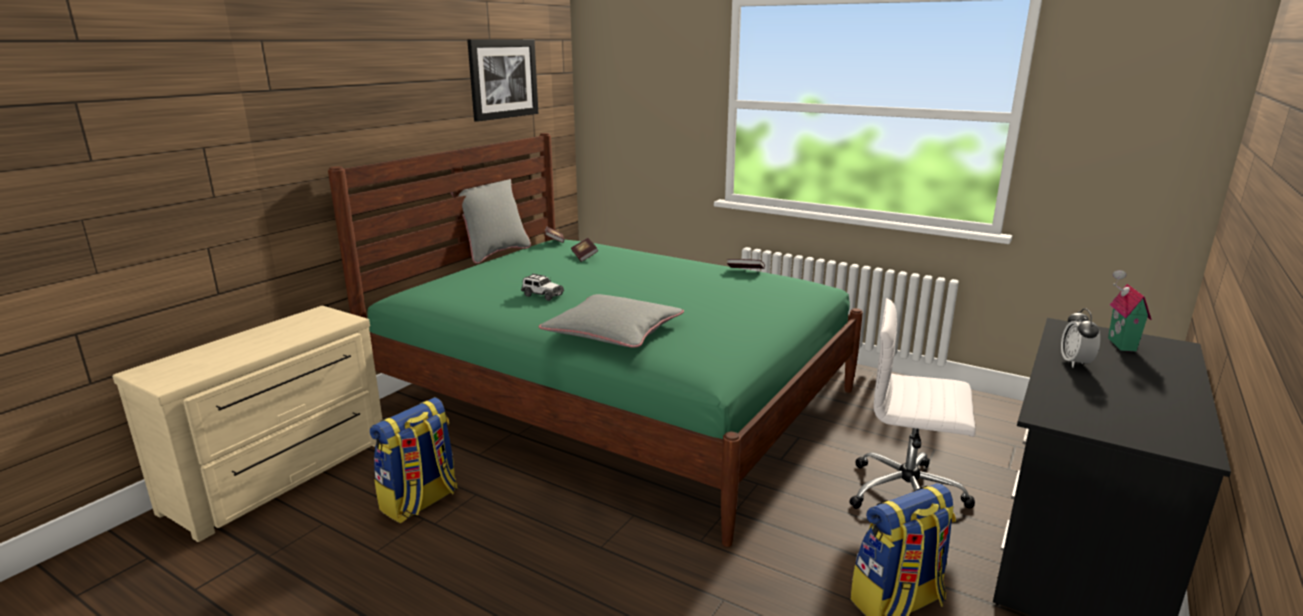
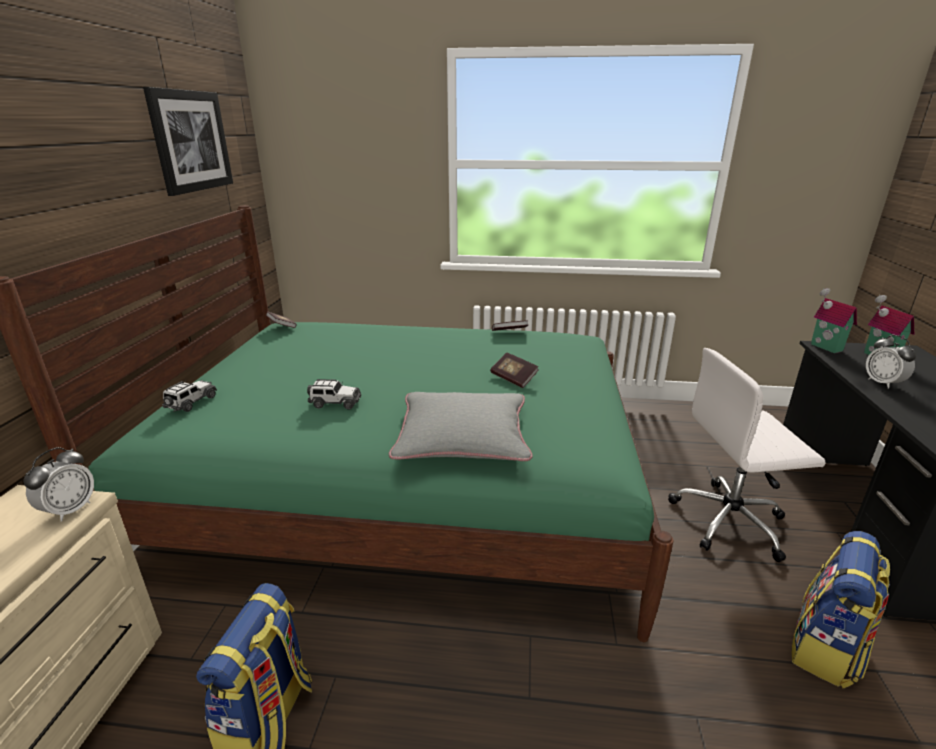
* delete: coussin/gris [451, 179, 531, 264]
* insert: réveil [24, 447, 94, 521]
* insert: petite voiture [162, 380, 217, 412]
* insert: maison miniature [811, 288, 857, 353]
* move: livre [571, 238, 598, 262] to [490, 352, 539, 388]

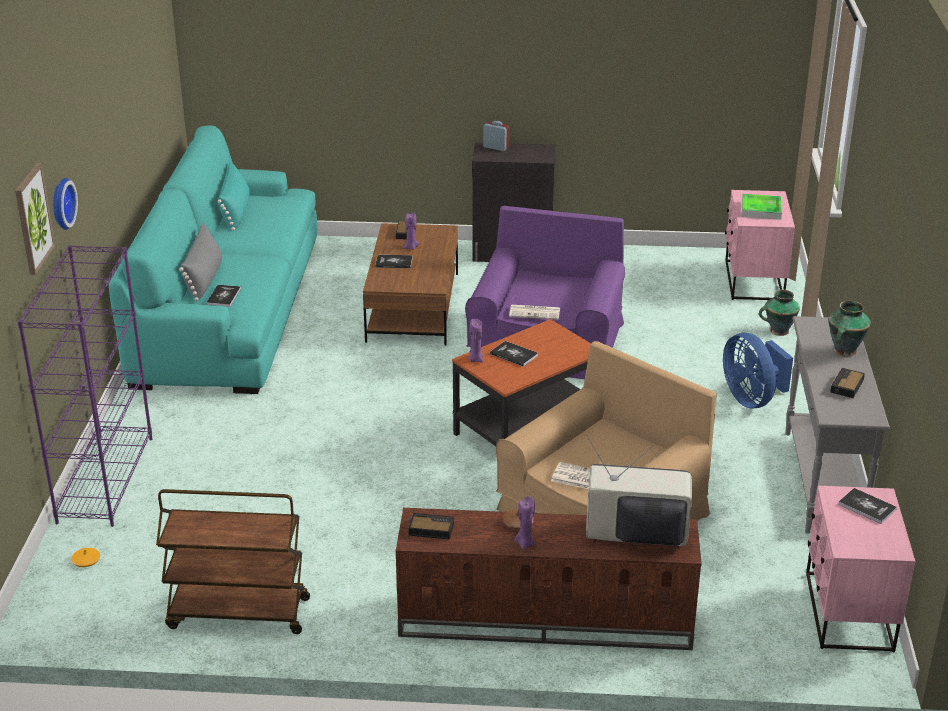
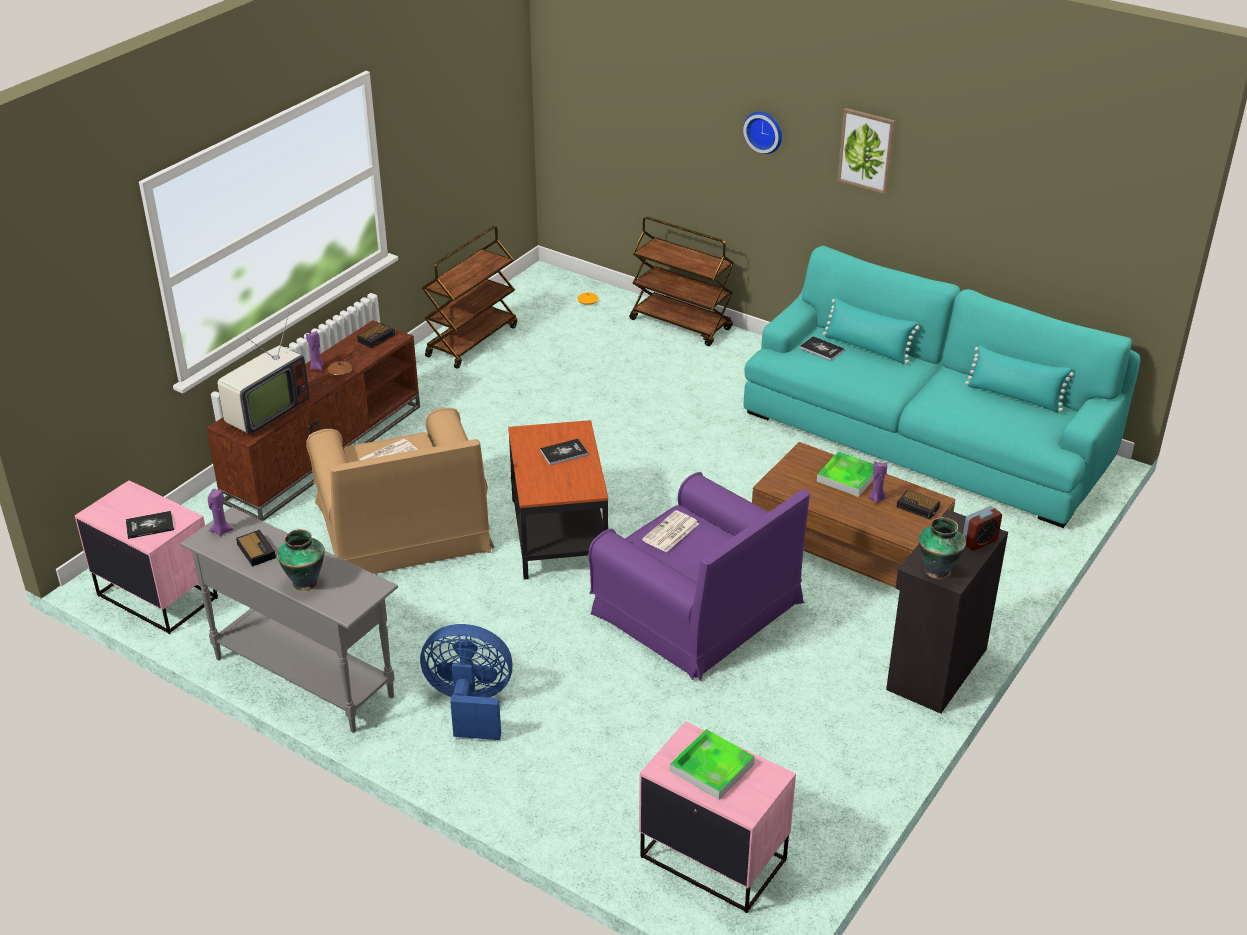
* move: tableau [15, 163, 56, 275] to [837, 108, 895, 194]
* move: bougie/violet [469, 319, 483, 362] to [208, 489, 234, 536]
* move: vase [759, 290, 800, 336] to [919, 517, 966, 579]
* replace: bibliothèque/violet [17, 245, 153, 527] to chariot/marron [629, 217, 734, 346]
* replace: livre [375, 255, 413, 268] to plateau [817, 451, 874, 497]
* recolor: coussin/gris [179, 223, 222, 301] to coussin/turquoise [822, 298, 919, 364]

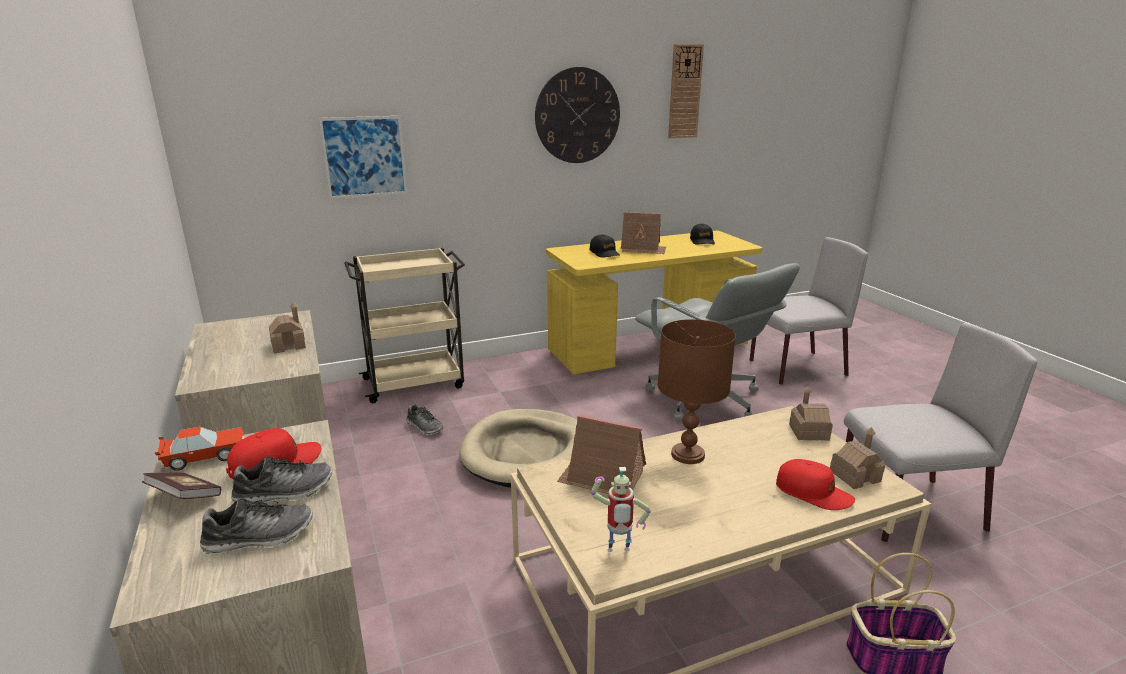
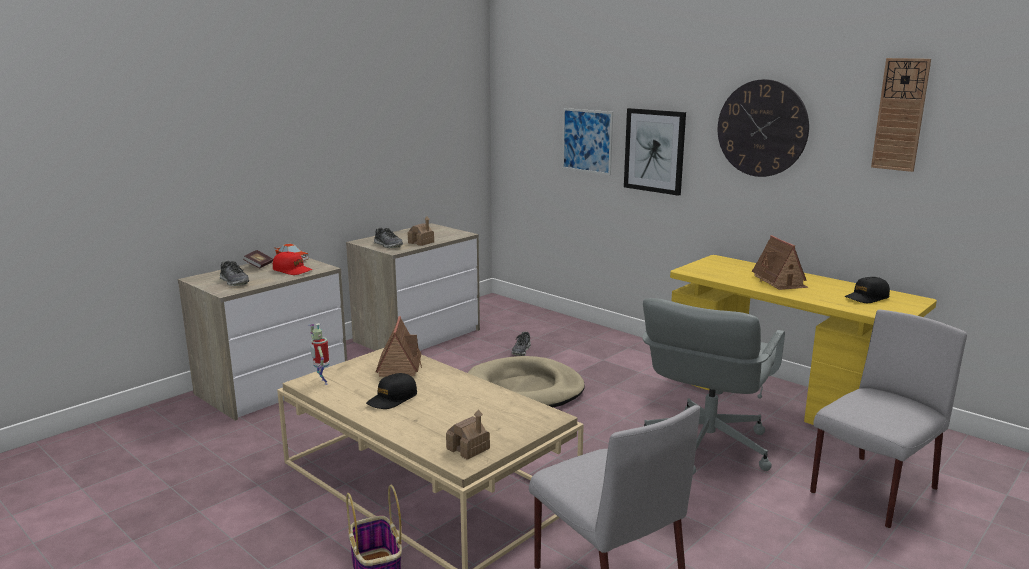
* delete: chariot/beige [344, 248, 465, 403]
* delete: lampe de table/marron [658, 319, 736, 464]
* delete: casquette/rouge [776, 459, 855, 510]
* delete: maison miniature [789, 386, 833, 441]
* insert: tableau [624, 108, 686, 196]
* move: chaussure [231, 457, 332, 504] to [374, 228, 403, 248]
* move: casquette/noir [590, 235, 620, 258] to [366, 373, 417, 409]
* rotate: chaise/gris [750, 237, 868, 385] = [810, 310, 967, 528] 90 degrees counterclockwise

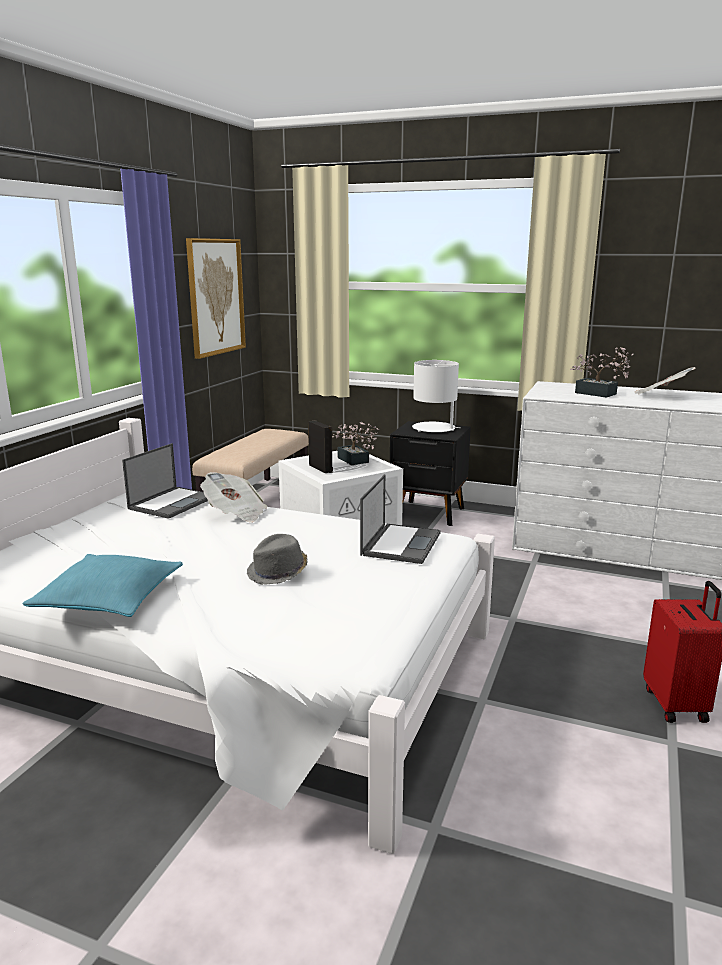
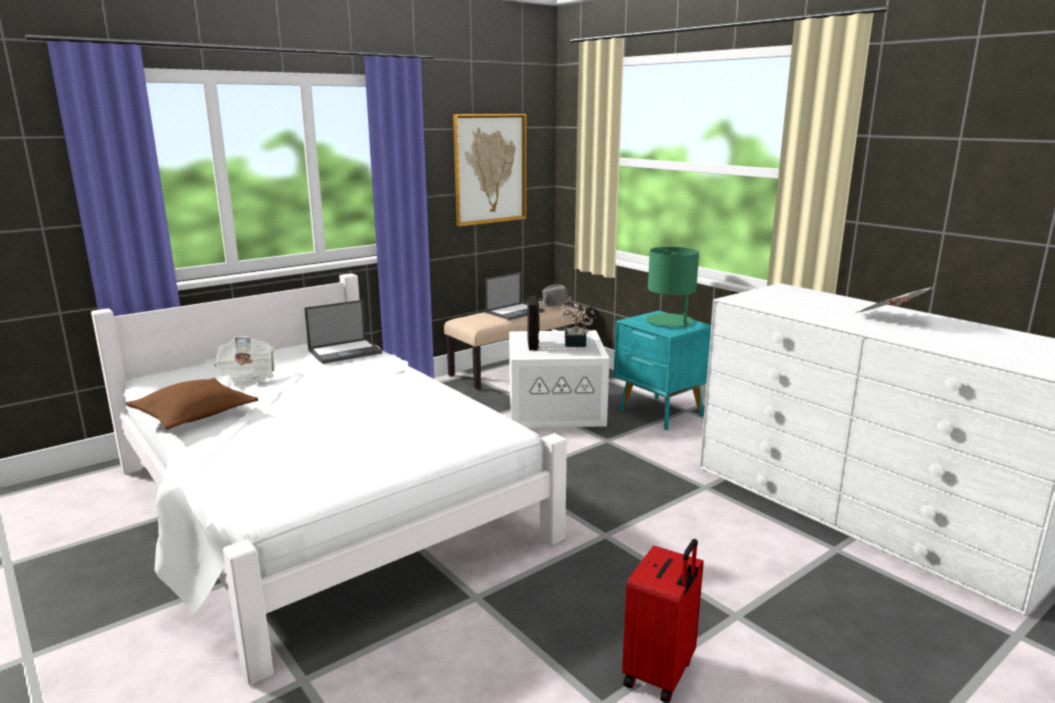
* delete: plante en pot [570, 347, 634, 398]
* move: journal [200, 472, 268, 522] to [214, 336, 275, 388]
* move: chapeau/gris [247, 534, 308, 585] to [540, 284, 571, 307]
* move: ordinateur portable [360, 474, 441, 564] to [485, 272, 545, 320]
* recolor: coussin/turquoise [22, 554, 183, 617] to coussin/marron [126, 378, 259, 429]
* recolor: table de chevet/noir [390, 421, 471, 526] to table de chevet/turquoise [614, 311, 711, 430]
* recolor: lampe de table/blanc [412, 360, 461, 432] to lampe de table/vert [646, 247, 699, 327]

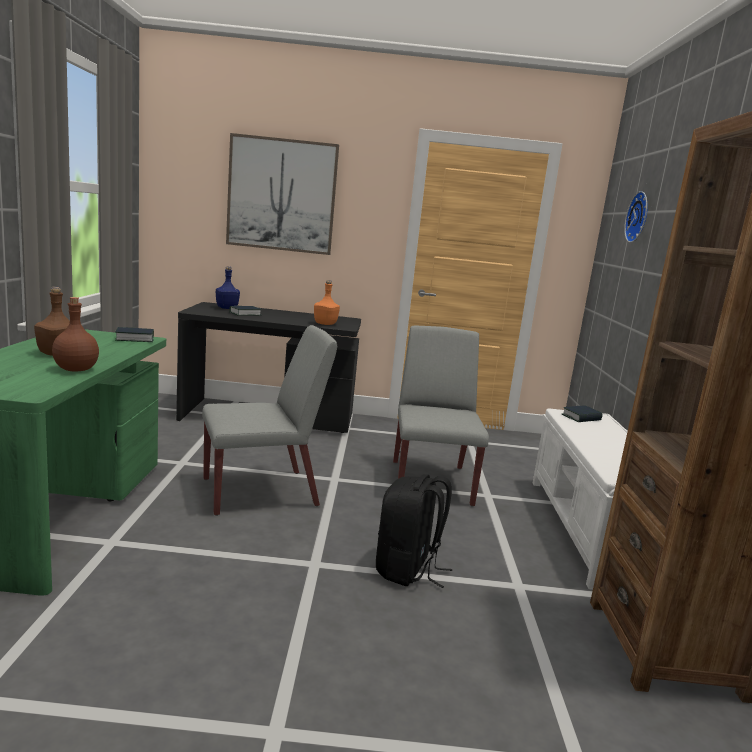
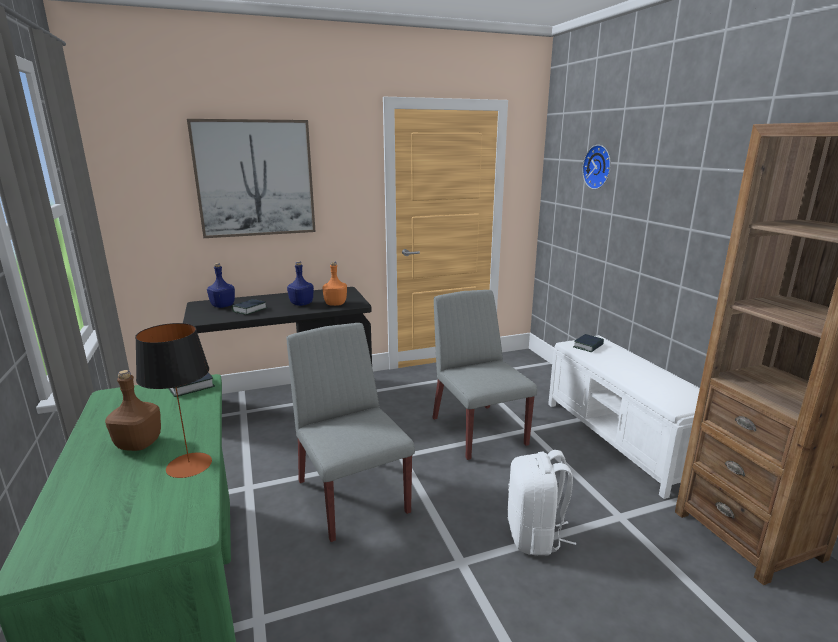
* insert: bouteille/bleu [287, 261, 314, 306]
* replace: bouteille/marron [52, 297, 99, 372] to lampe de table [135, 323, 212, 478]
* recolor: sac à dos/noir [376, 474, 452, 588] to sac à dos/blanc [508, 450, 576, 555]
* rotate: chaise/gris [202, 325, 337, 516] = [287, 323, 415, 542] 75 degrees counterclockwise

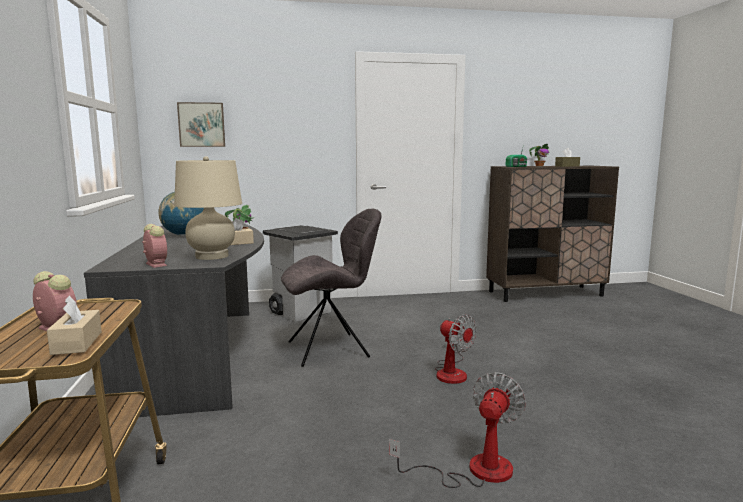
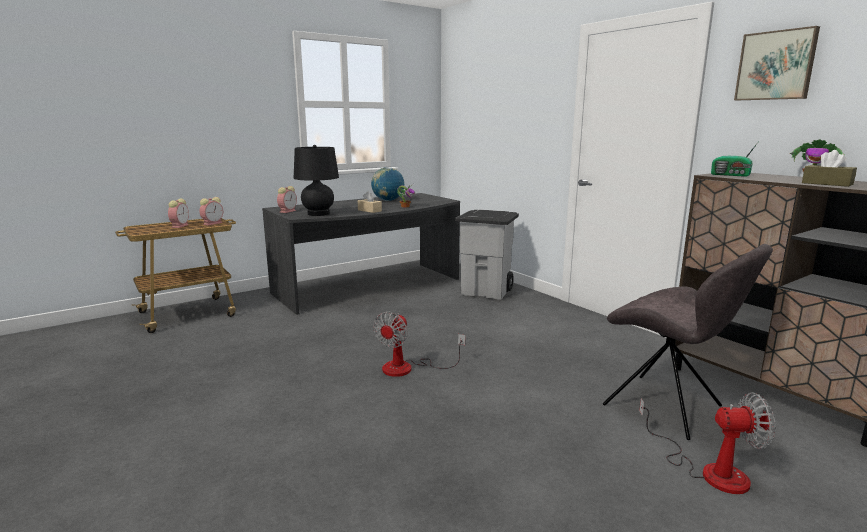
* delete: boîte à mouchoirs/beige [47, 296, 102, 355]
* insert: réveil [199, 197, 223, 225]
* move: tableau [177, 102, 225, 147] to [734, 26, 820, 100]
* move: chaise/gris [281, 209, 382, 367] to [603, 244, 773, 440]
* move: ventilateur [389, 372, 526, 488] to [639, 392, 775, 494]
* recolor: lampe de table/beige [174, 156, 242, 260] to lampe de table/noir [294, 145, 339, 216]

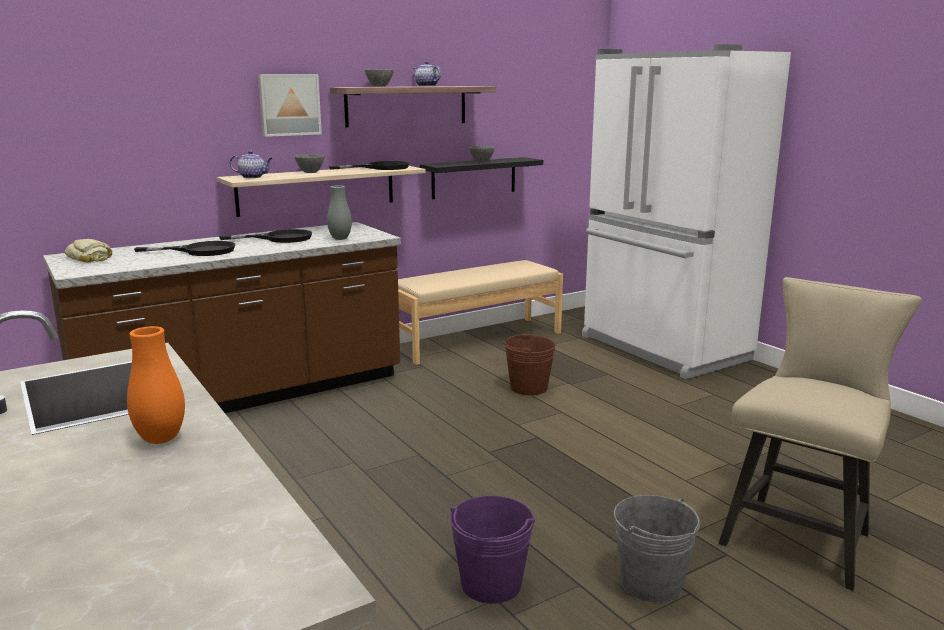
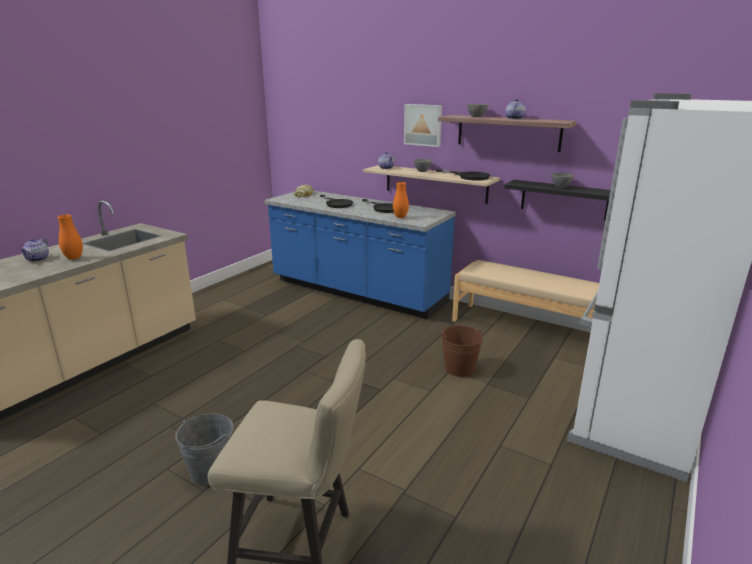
* delete: seau/violet [450, 496, 535, 604]
* insert: théière [20, 238, 49, 262]
* recolor: comptoir de cuisine/marron [43, 222, 401, 413] to comptoir de cuisine/bleu [264, 191, 456, 319]
* recolor: vase/gris [327, 185, 352, 240] to vase/orange [393, 182, 409, 218]

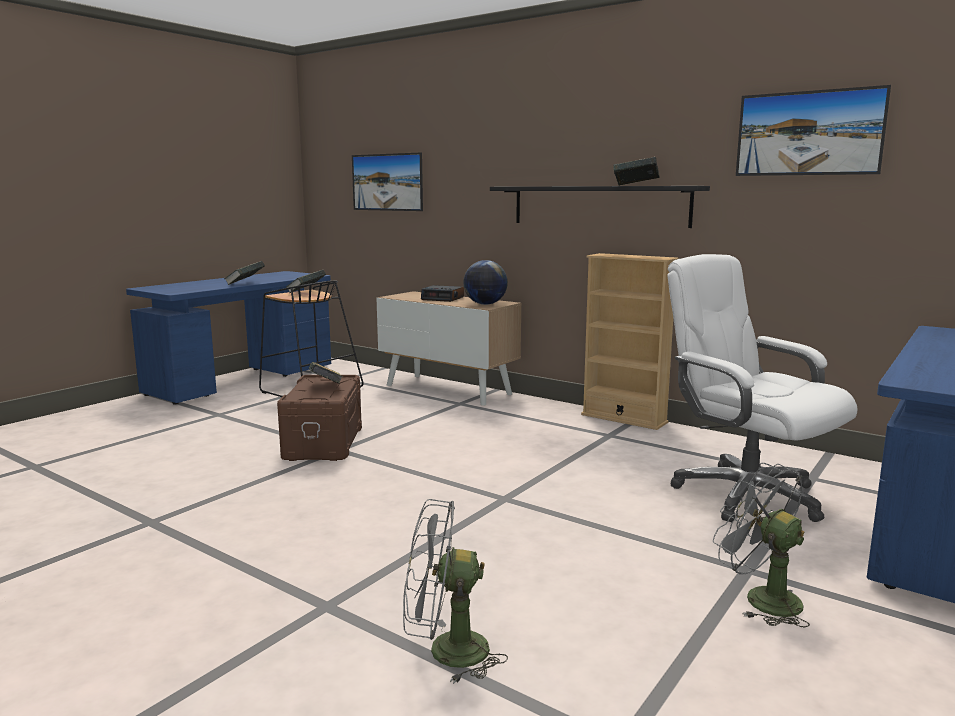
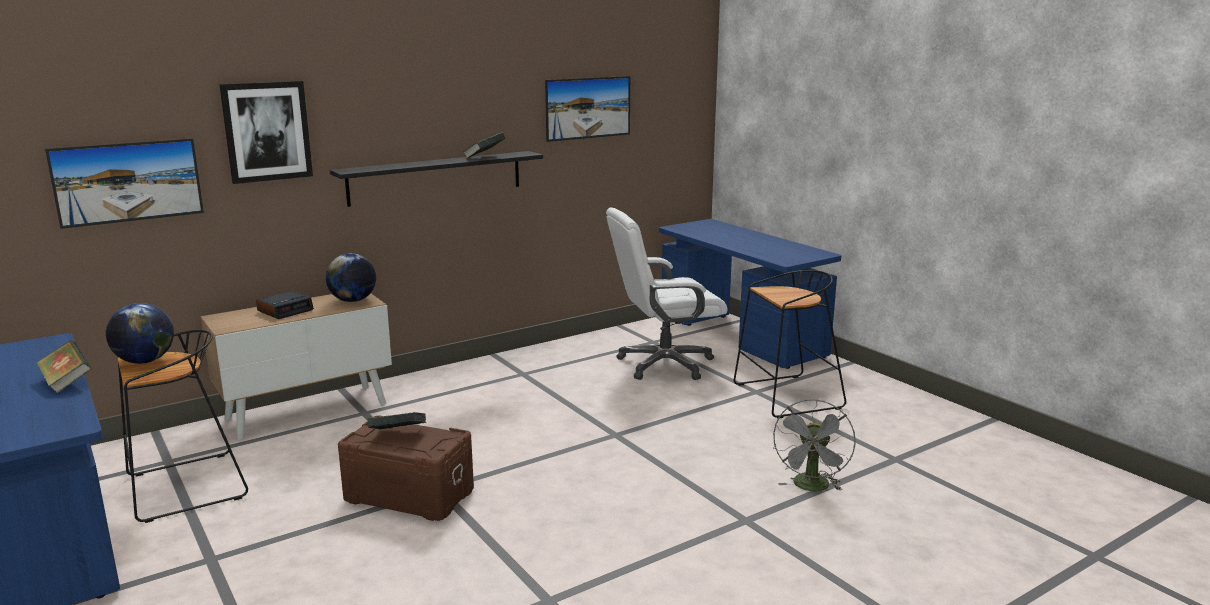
* delete: bibliothèque/beige [581, 253, 679, 430]
* insert: tableau [219, 81, 313, 184]
* replace: livre [286, 270, 326, 293] to globe [106, 303, 174, 364]
* replace: ventilateur/gris [713, 463, 810, 628] to tabouret/noir [734, 270, 846, 418]

